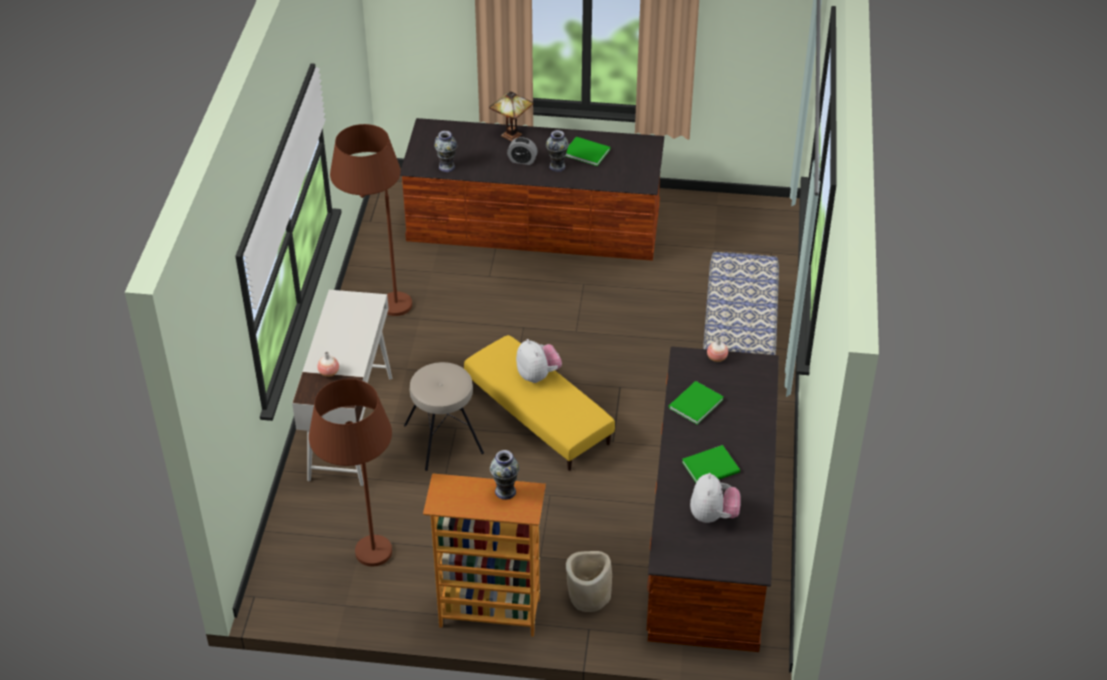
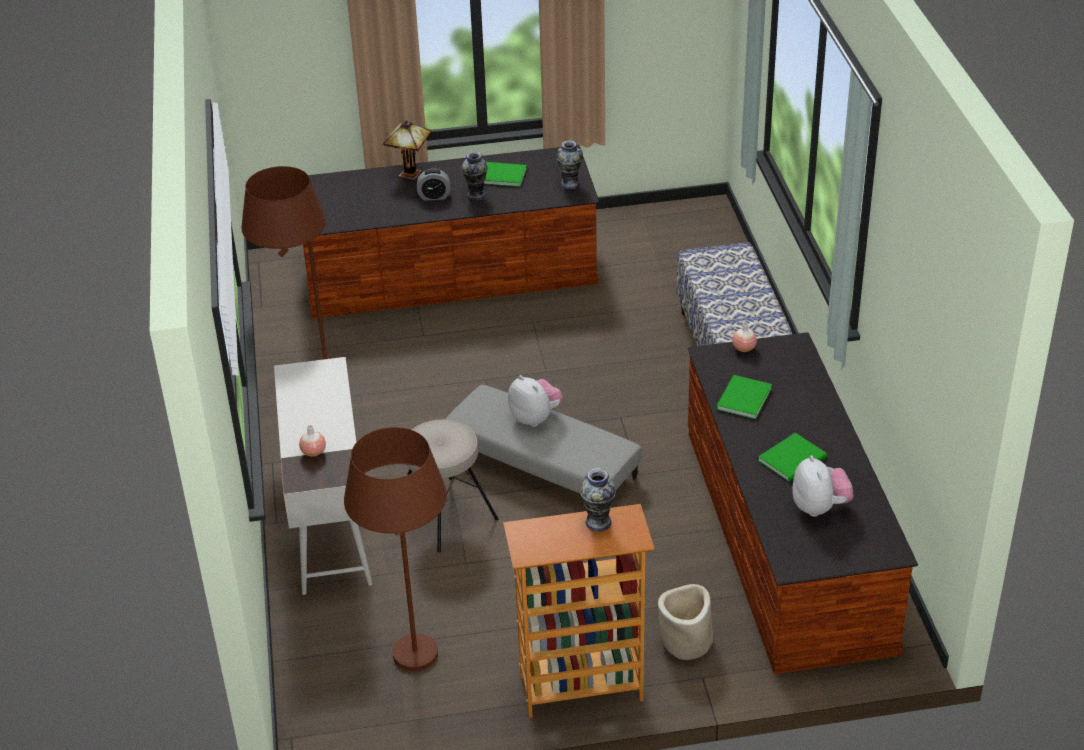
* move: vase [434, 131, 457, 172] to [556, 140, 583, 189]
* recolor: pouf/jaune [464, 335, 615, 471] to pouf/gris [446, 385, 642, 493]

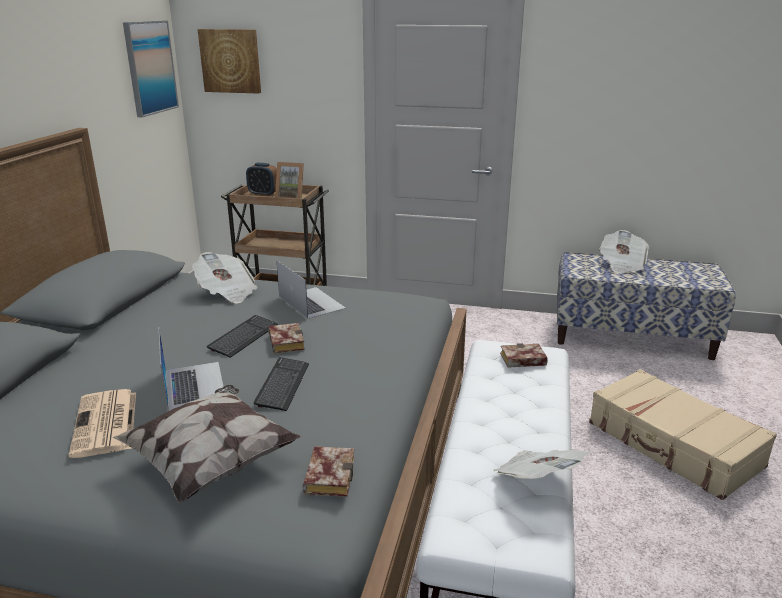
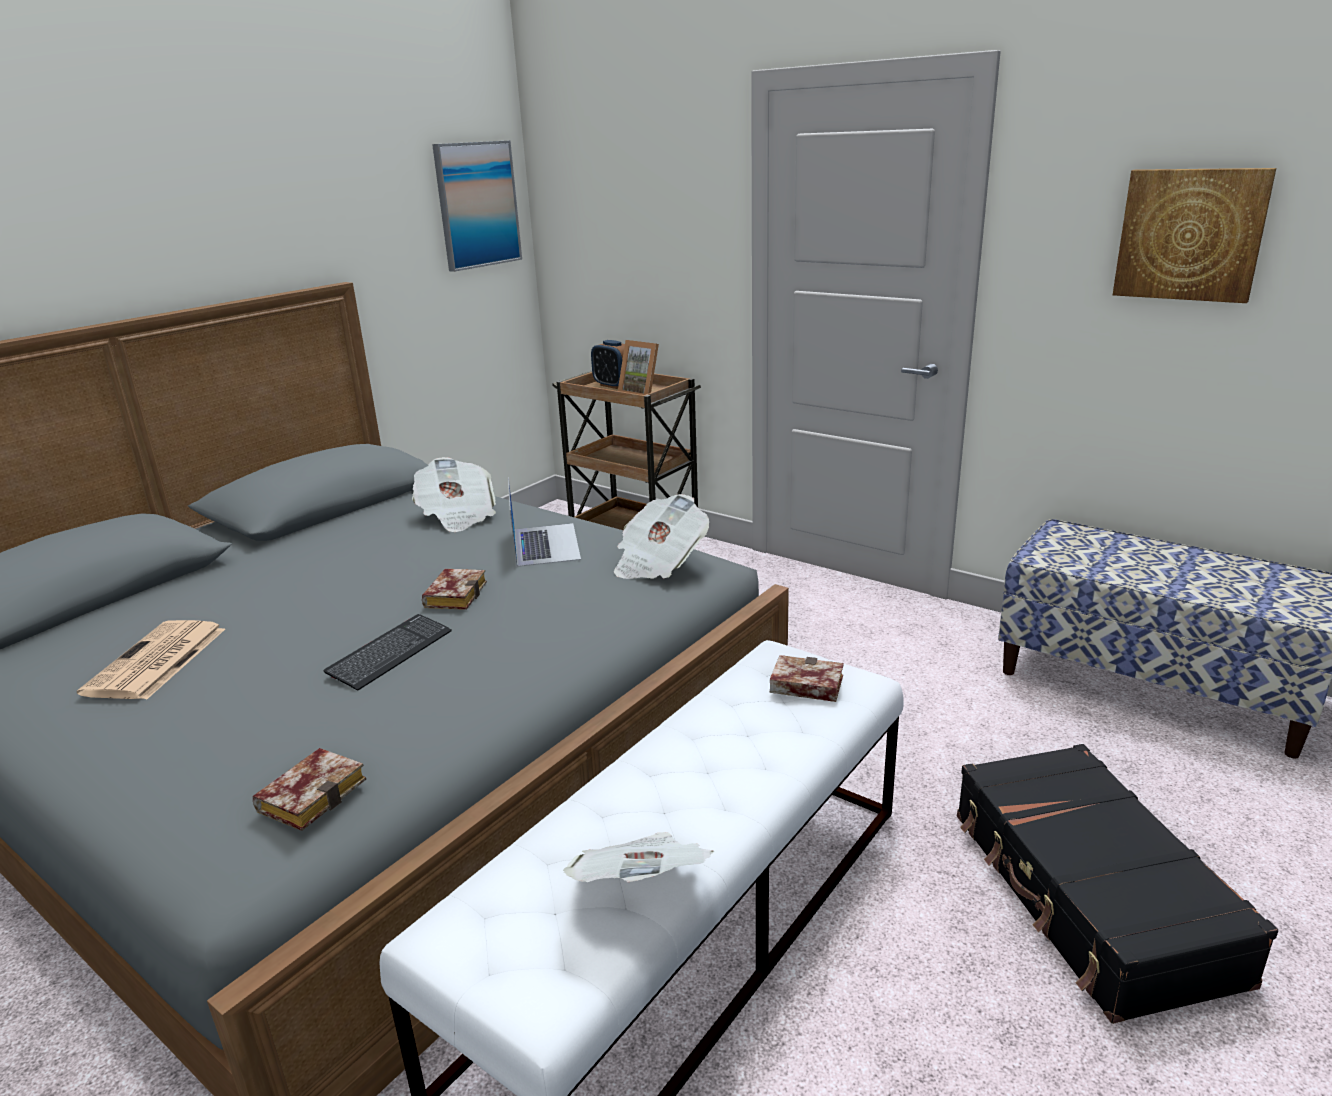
* delete: coussin [113, 385, 301, 503]
* delete: ordinateur portable [159, 329, 224, 411]
* delete: clavier [207, 315, 278, 358]
* move: tableau [198, 29, 261, 94] to [1113, 168, 1276, 303]
* move: journal [599, 230, 649, 273] to [614, 494, 709, 579]
* recolor: valise/beige [589, 369, 777, 500] to valise/noir [957, 744, 1278, 1024]

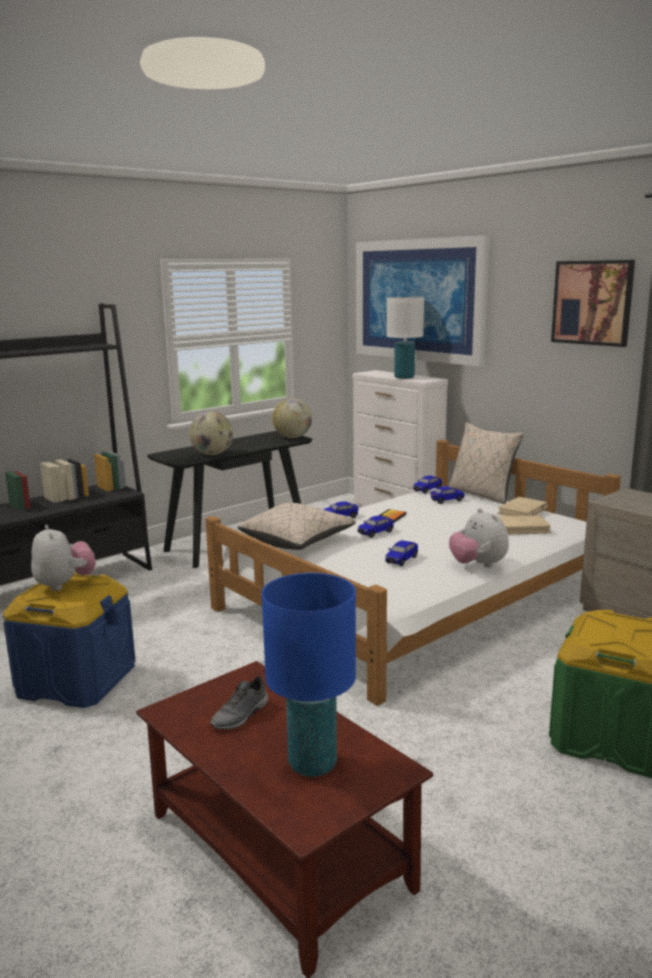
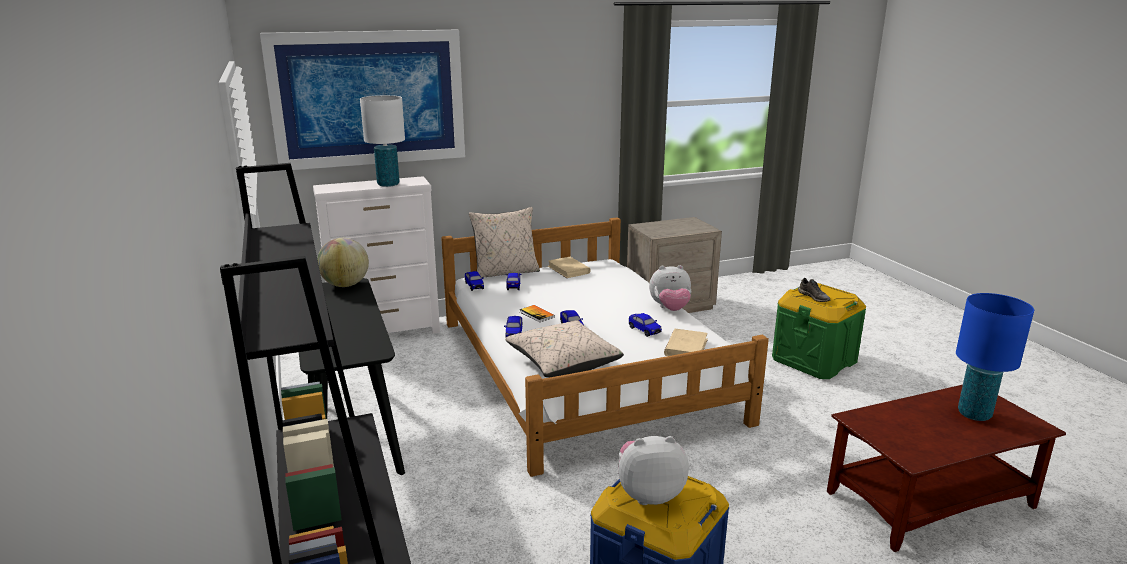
* delete: globe [189, 411, 233, 455]
* delete: tableau [551, 260, 635, 347]
* move: chaussure/gris [210, 676, 268, 730] to [798, 278, 830, 302]
* move: livre/beige [498, 515, 552, 534] to [664, 329, 708, 356]

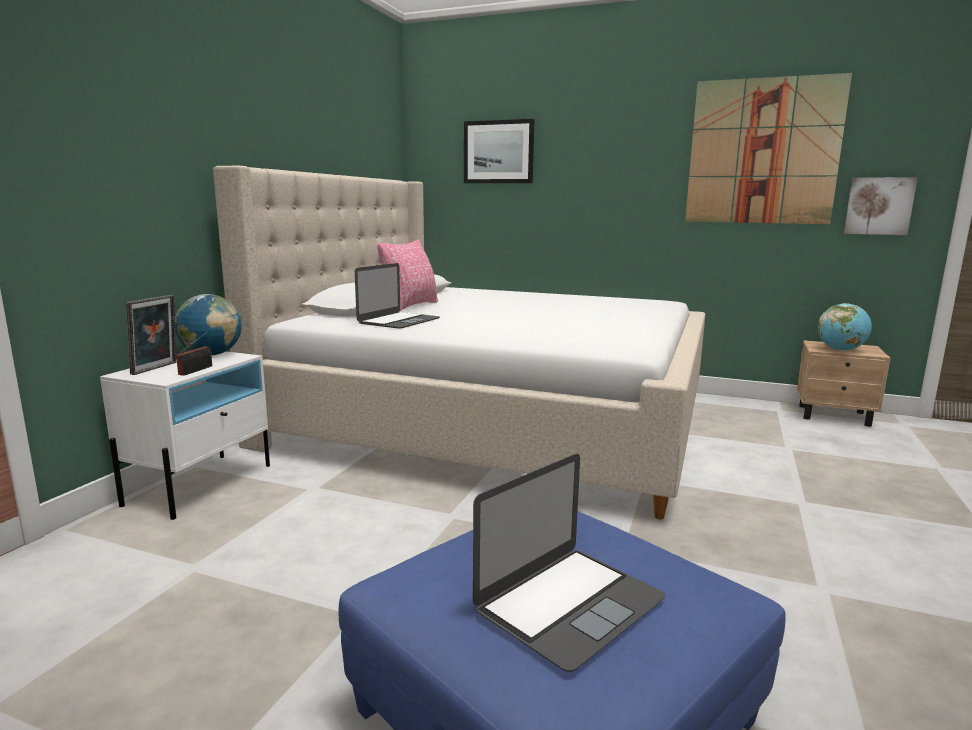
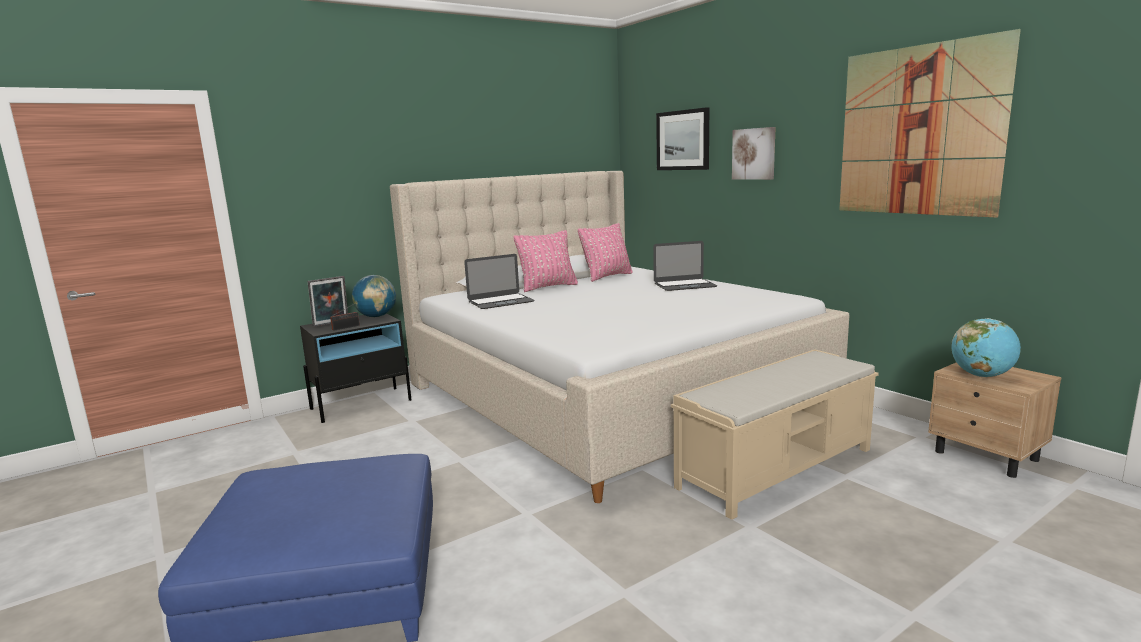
* insert: coussin/rose [578, 223, 633, 282]
* insert: banc/beige [671, 349, 879, 520]
* move: ordinateur portable [473, 454, 666, 672] to [653, 241, 717, 291]
* move: tableau [844, 177, 918, 235] to [732, 127, 776, 180]
* recolor: table de chevet/blanc [100, 351, 270, 520] to table de chevet/noir [300, 314, 412, 423]

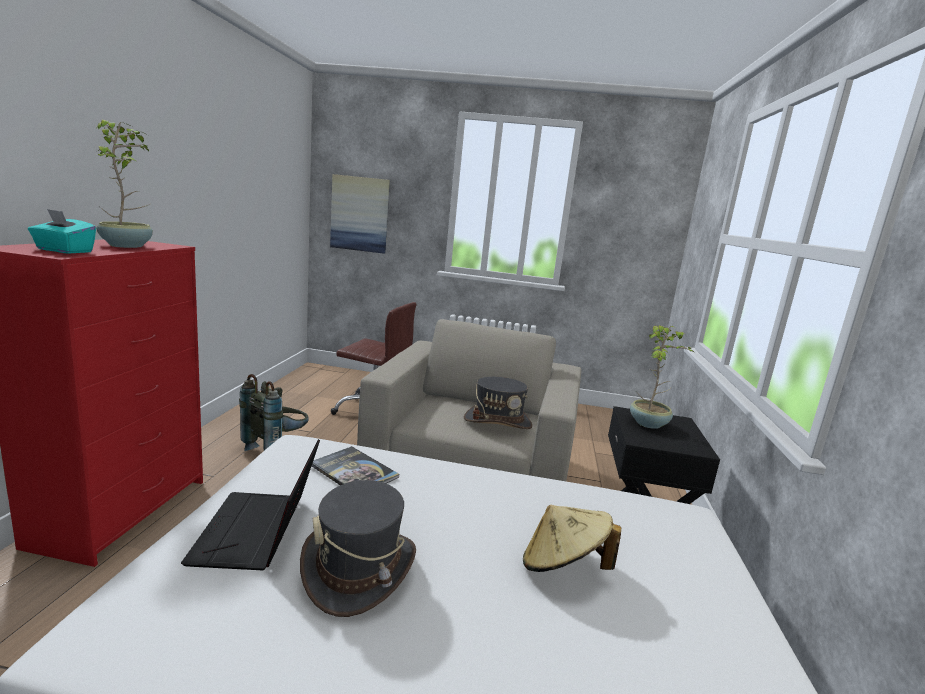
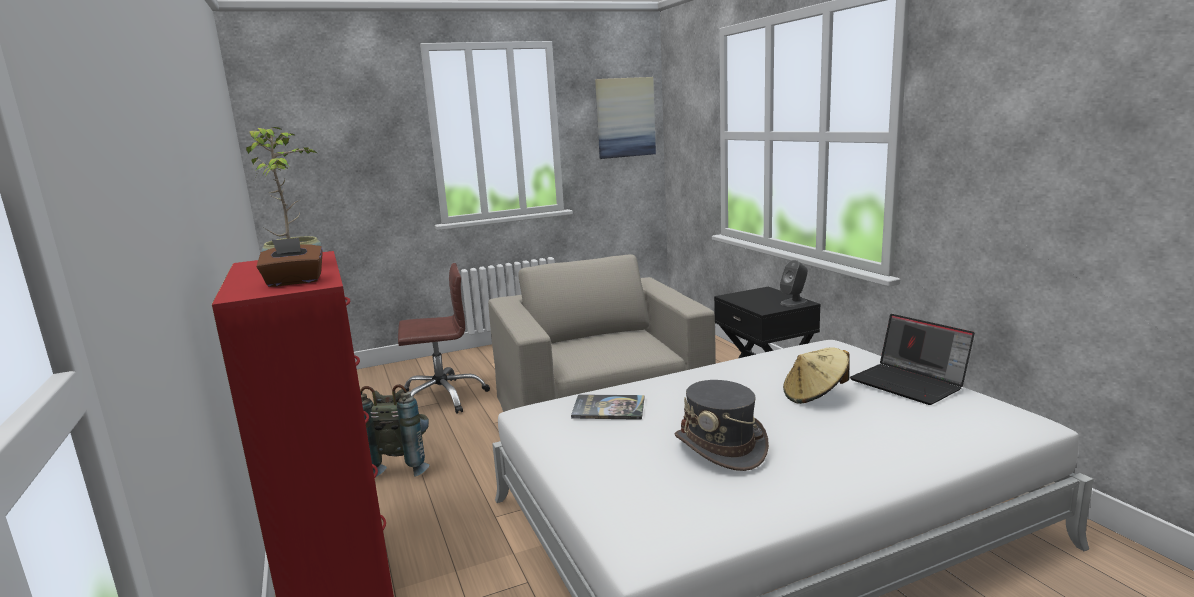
* delete: chapeau/gris [464, 377, 532, 429]
* delete: plante en pot [630, 325, 696, 429]
* insert: enceinte/gris [780, 260, 808, 307]
* move: ordinateur portable [181, 439, 320, 570] to [850, 314, 975, 405]
* move: tableau [330, 174, 390, 254] to [595, 77, 656, 159]
* recolor: boîte à mouchoirs/turquoise [28, 209, 96, 254] to boîte à mouchoirs/marron [257, 238, 323, 287]

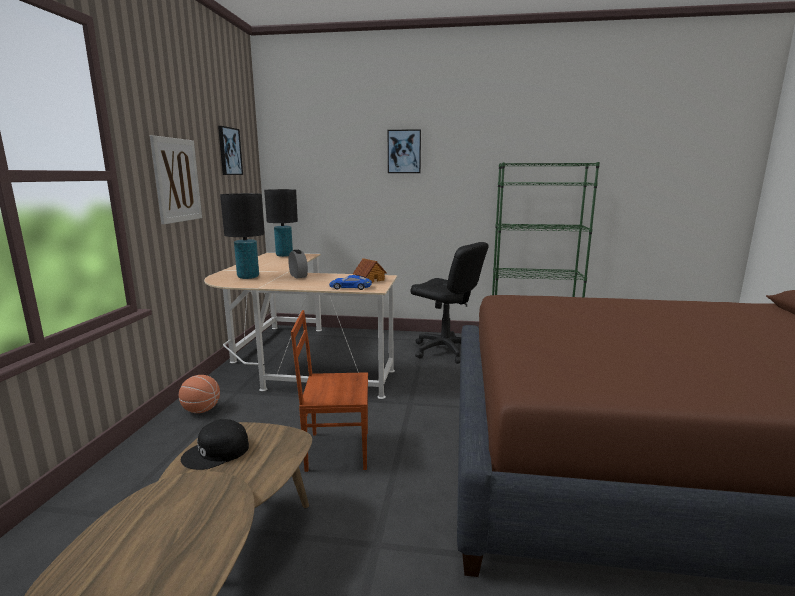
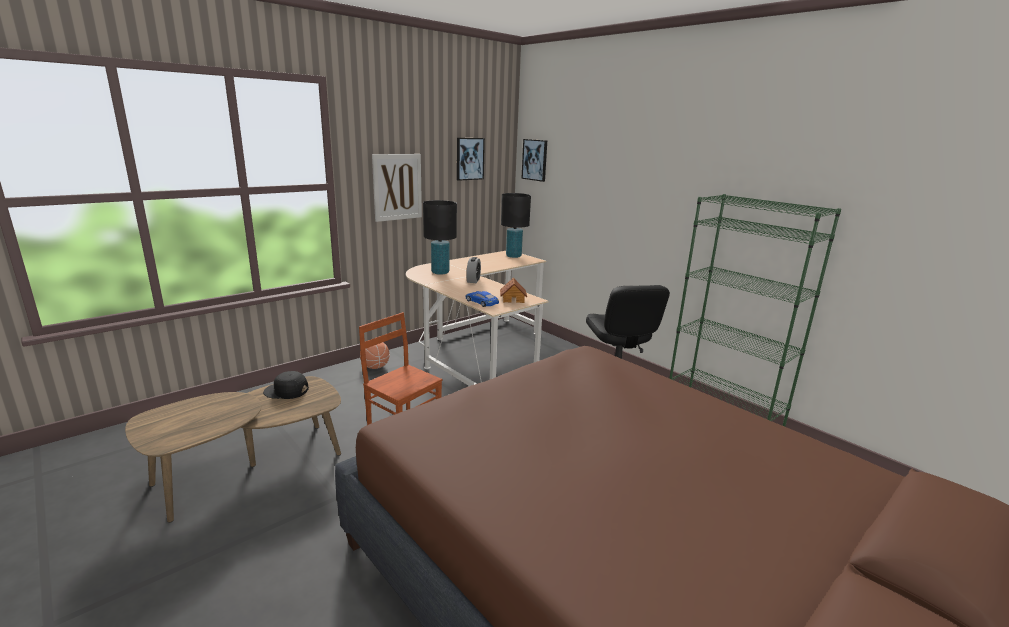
* move: tableau [388, 129, 421, 173] to [521, 139, 547, 182]

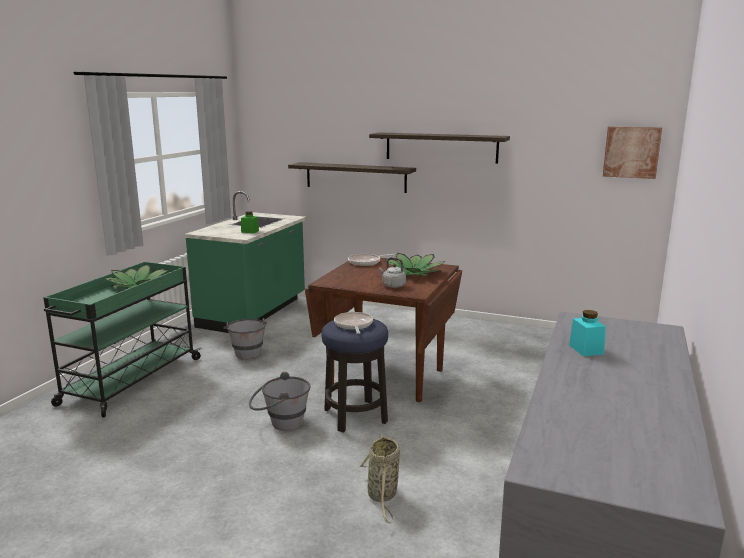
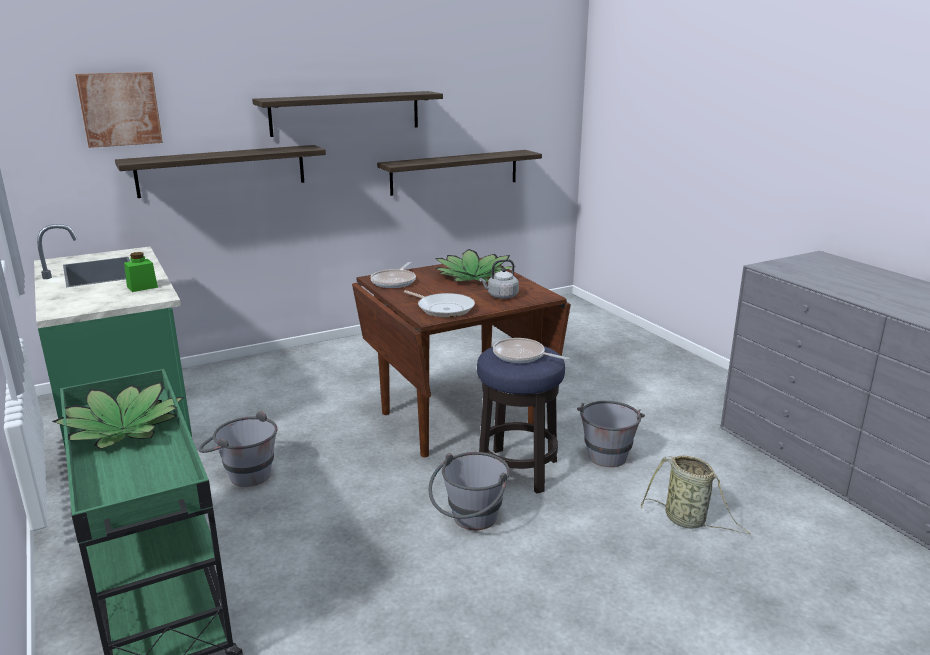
* delete: bocal/turquoise [569, 310, 606, 356]
* insert: étagère [377, 150, 542, 196]
* insert: poêle [404, 290, 475, 317]
* insert: seau/gris [577, 401, 645, 467]
* move: tableau [603, 126, 662, 179] to [75, 72, 163, 148]

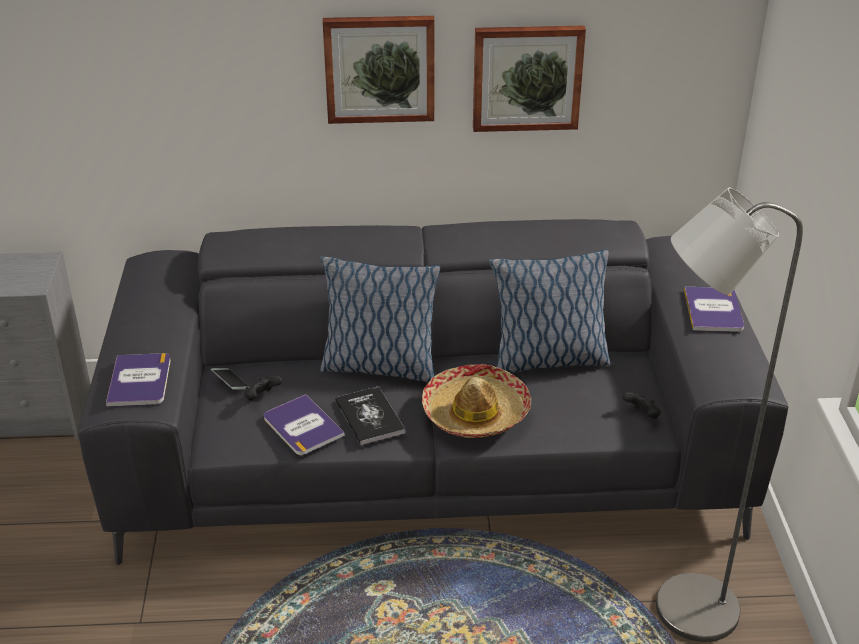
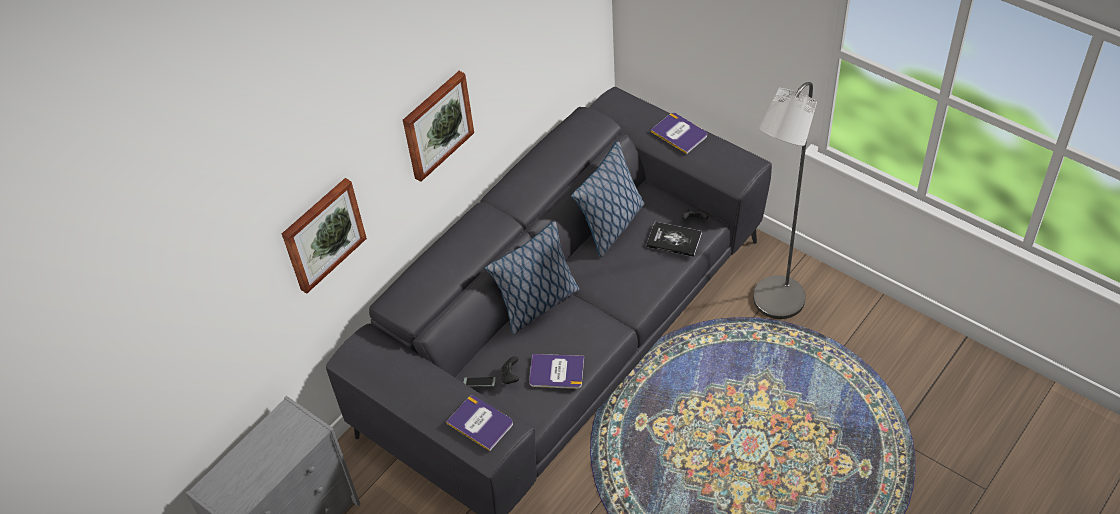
* delete: chapeau [422, 364, 531, 438]
* move: livre [335, 386, 405, 445] to [646, 222, 702, 257]
* move: tableau [473, 26, 586, 132] to [282, 178, 367, 294]

